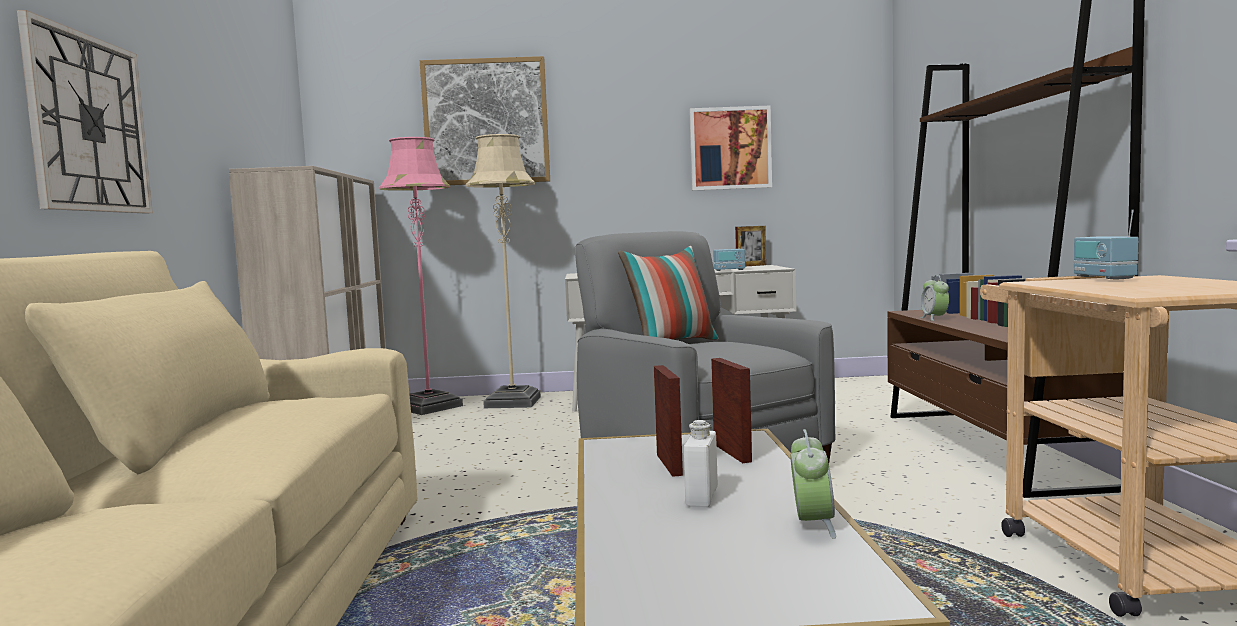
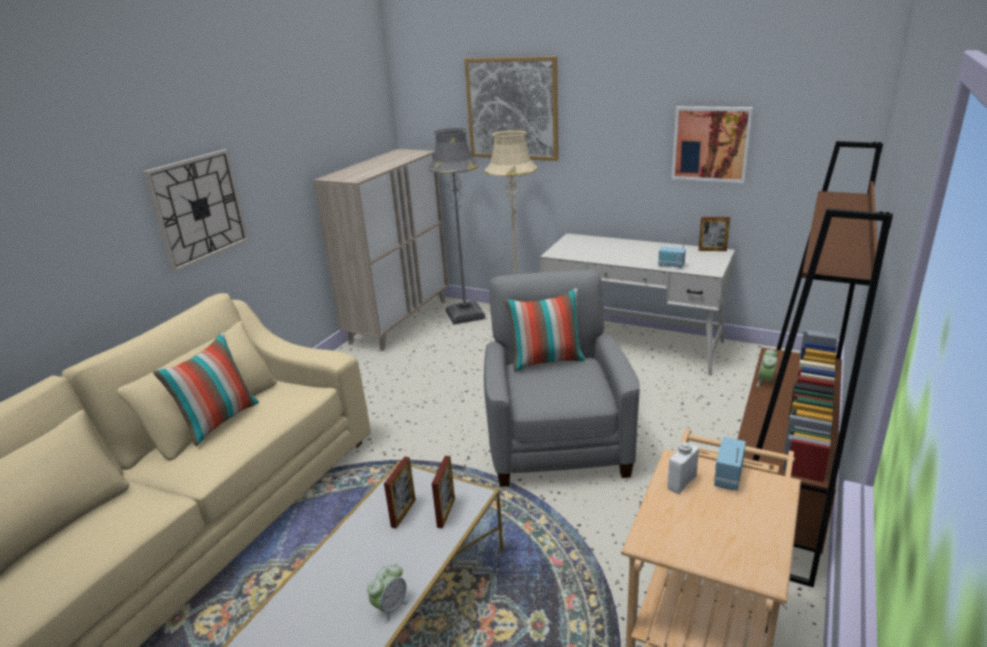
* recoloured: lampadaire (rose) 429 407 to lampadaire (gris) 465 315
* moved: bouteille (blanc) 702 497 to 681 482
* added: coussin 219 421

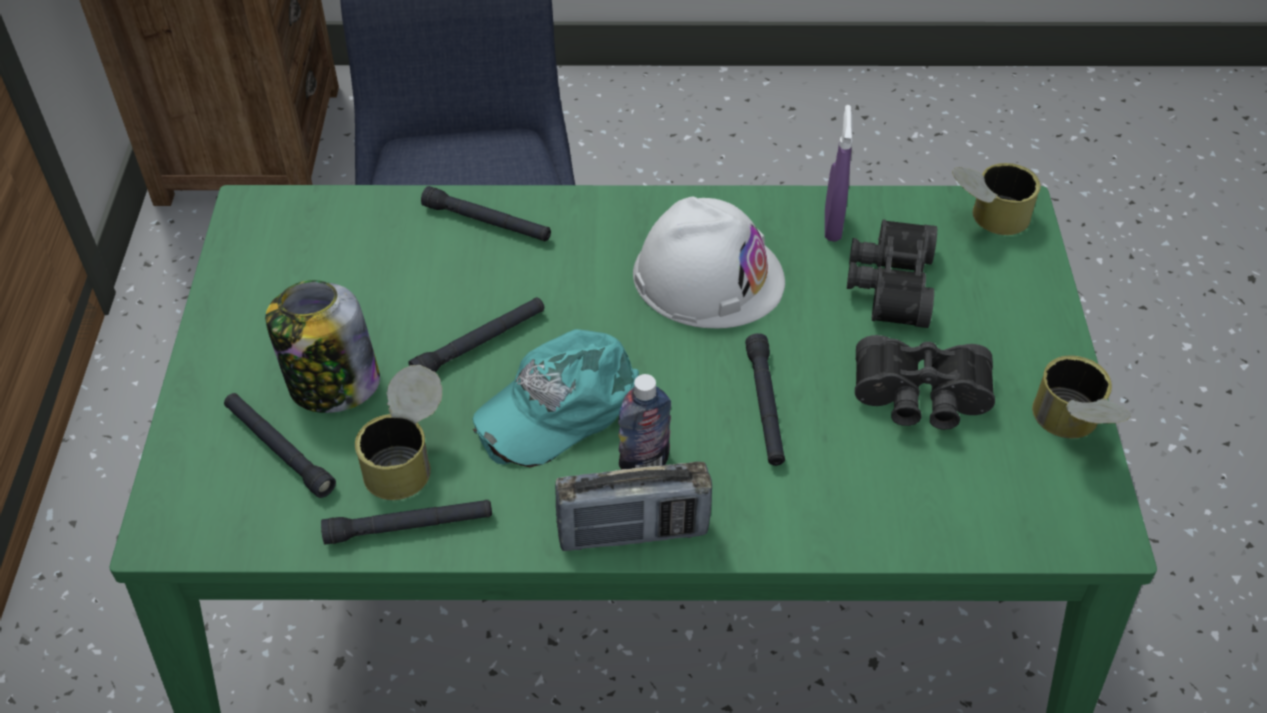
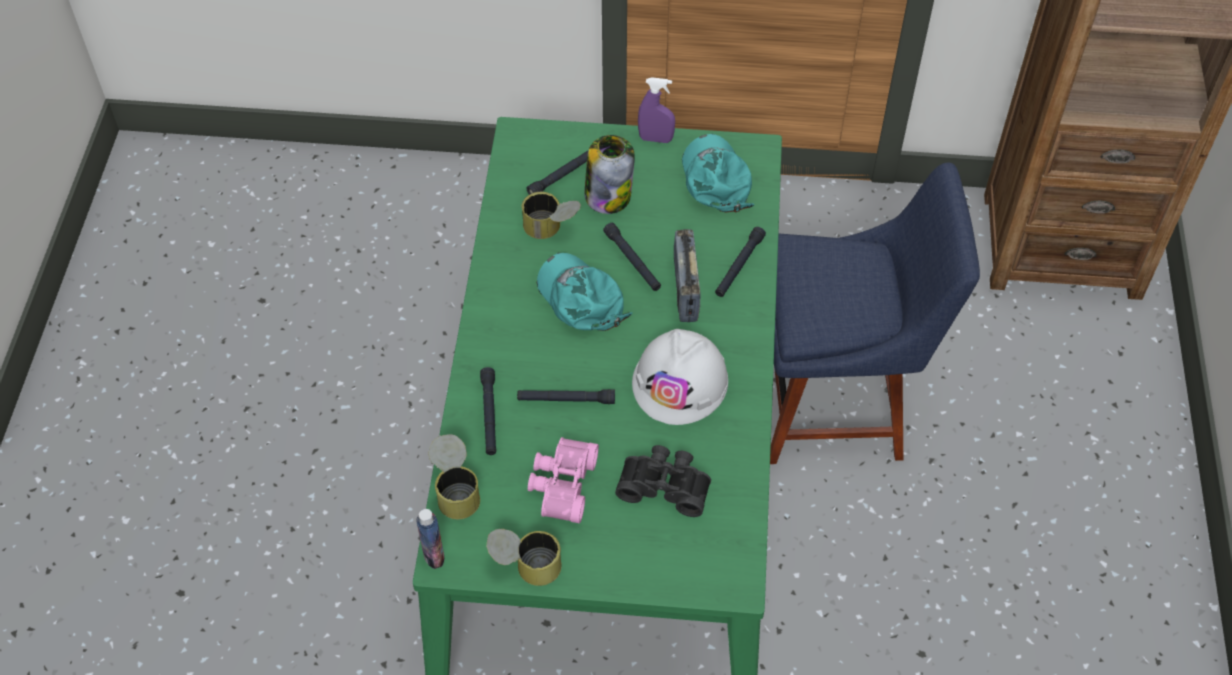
* moved: vaporisateur (violet) 832 225 to 656 139
* moved: boîte métallique 985 219 to 456 489
* recoloured: jumelles (noir) 920 399 to jumelles (rose) 561 485
* moved: bouteille 644 464 to 433 555
* moved: radio 633 532 to 685 290
* moved: lampe de poche (noir) 409 527 to 489 415
* added: casquette (turquoise) 716 178

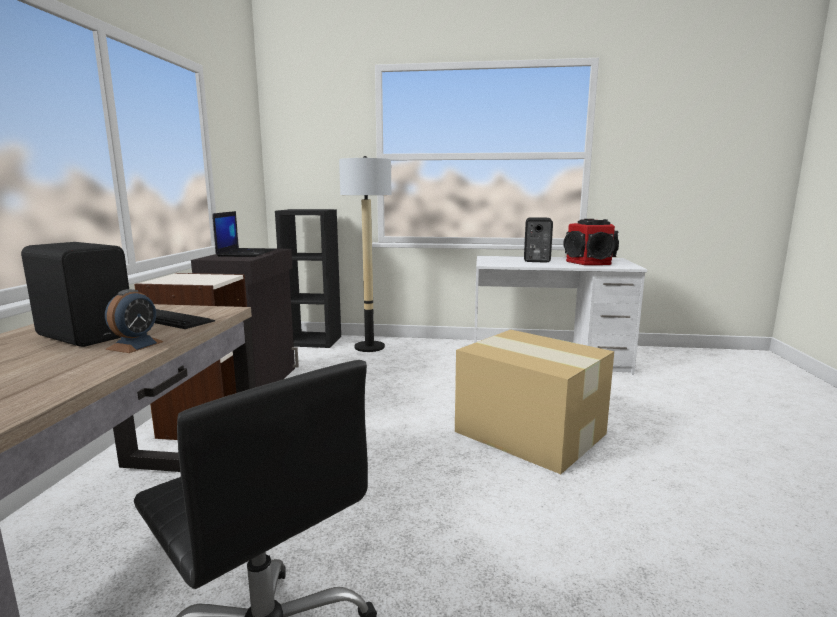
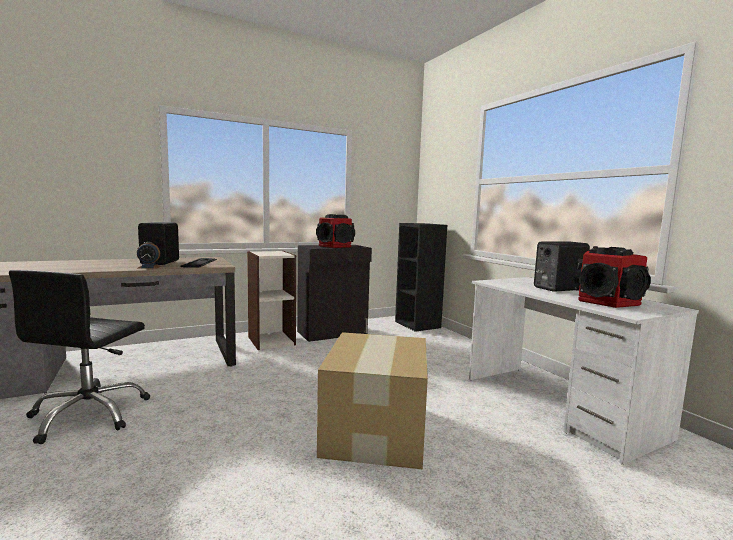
* removed: lampadaire 369 347
* replaced: ordinateur portable 245 253 to enceinte 335 246

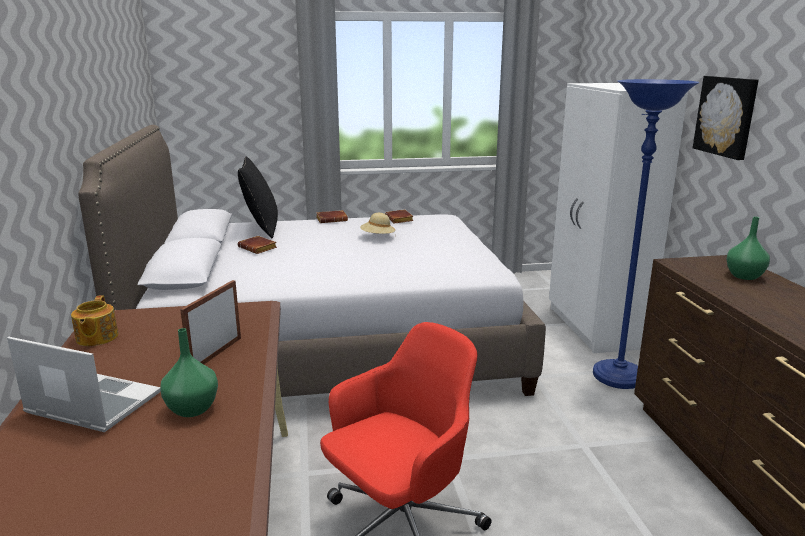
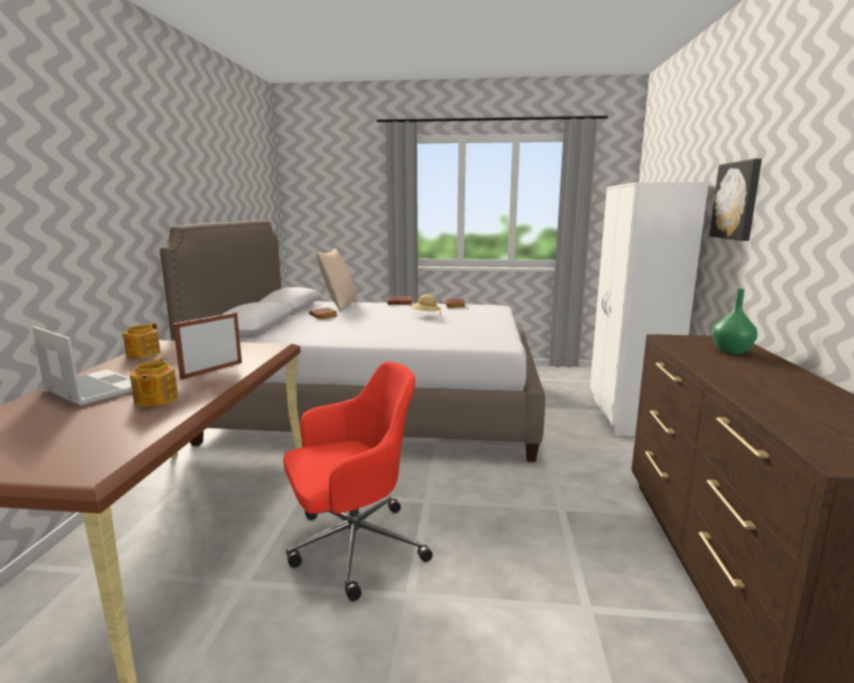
* removed: lampadaire (bleu) 618 377
* recoloured: coussin (noir) 261 228 to coussin (beige) 339 305
* replaced: vase (vert) 191 409 to théière 155 399

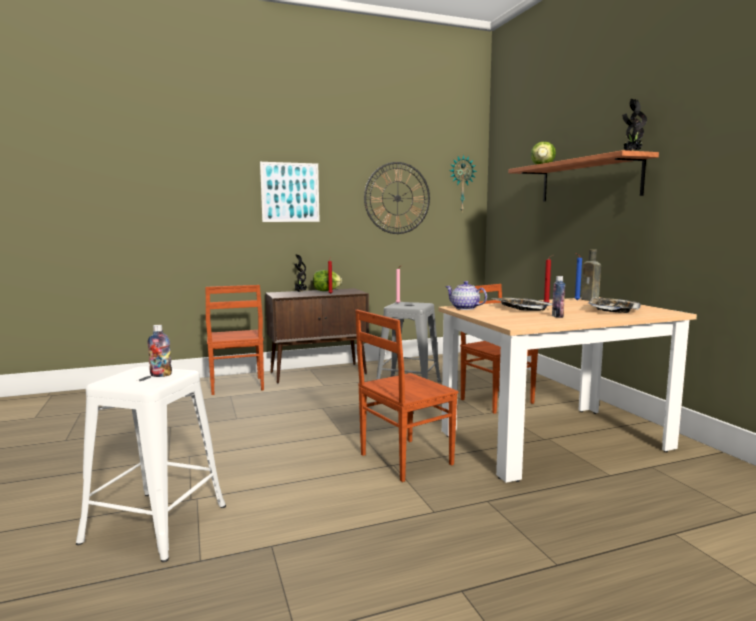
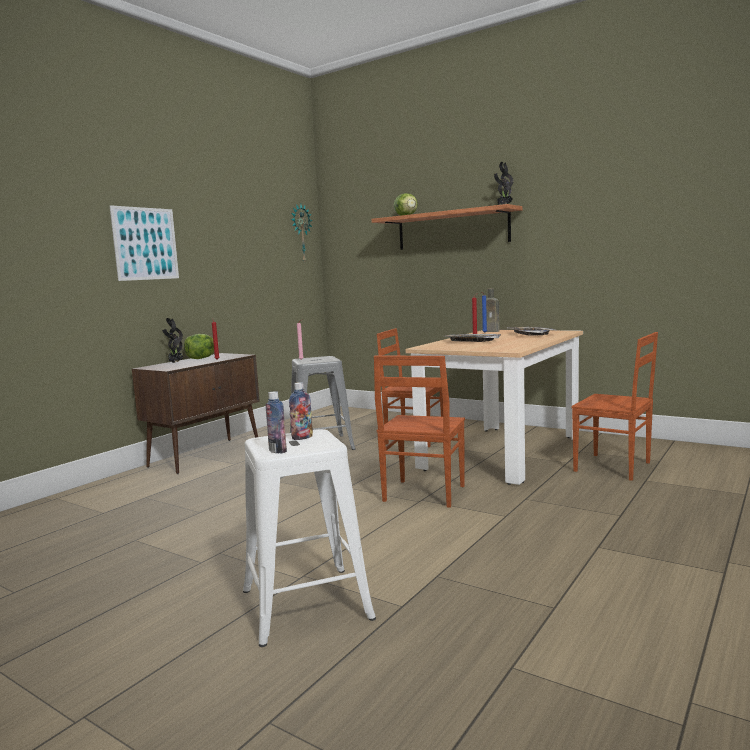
* removed: horloge murale 397 198
* moved: bouteille 557 316 to 277 451
* removed: théière 465 308
* moved: chaise (marron) 236 386 to 613 467

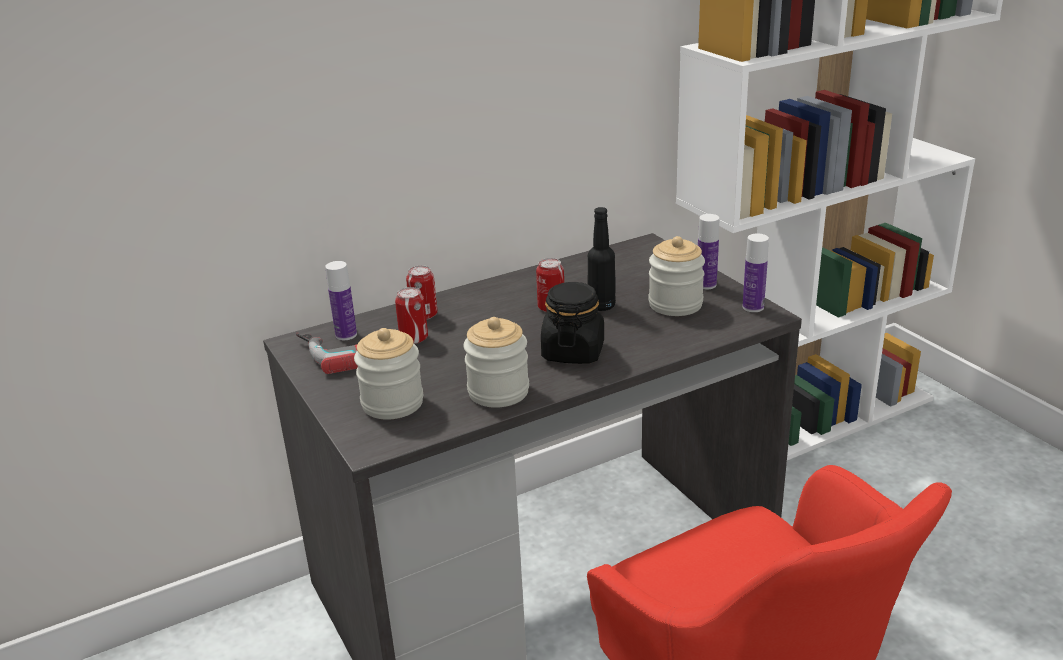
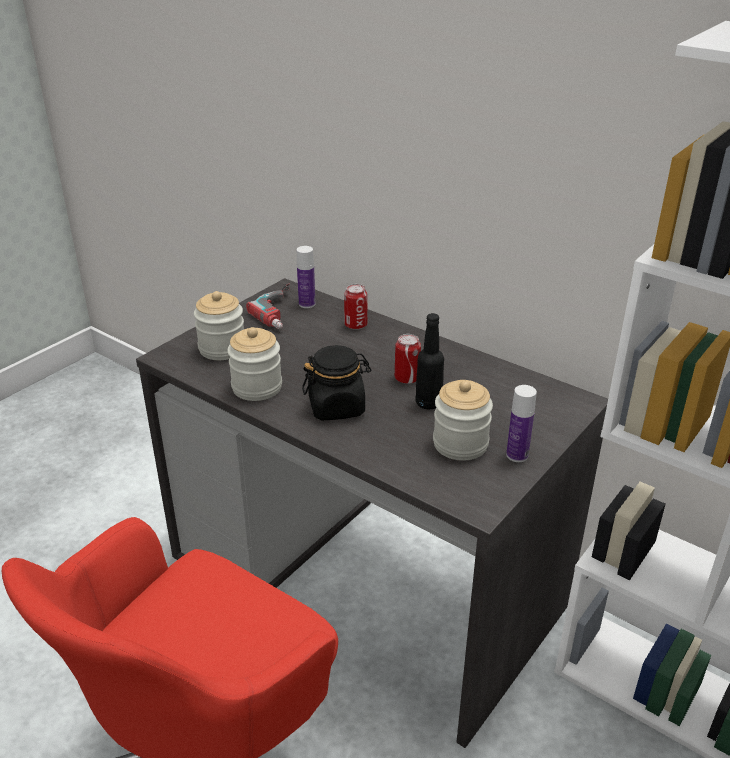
* removed: bouteille 753 307
* removed: boîte métallique 414 338

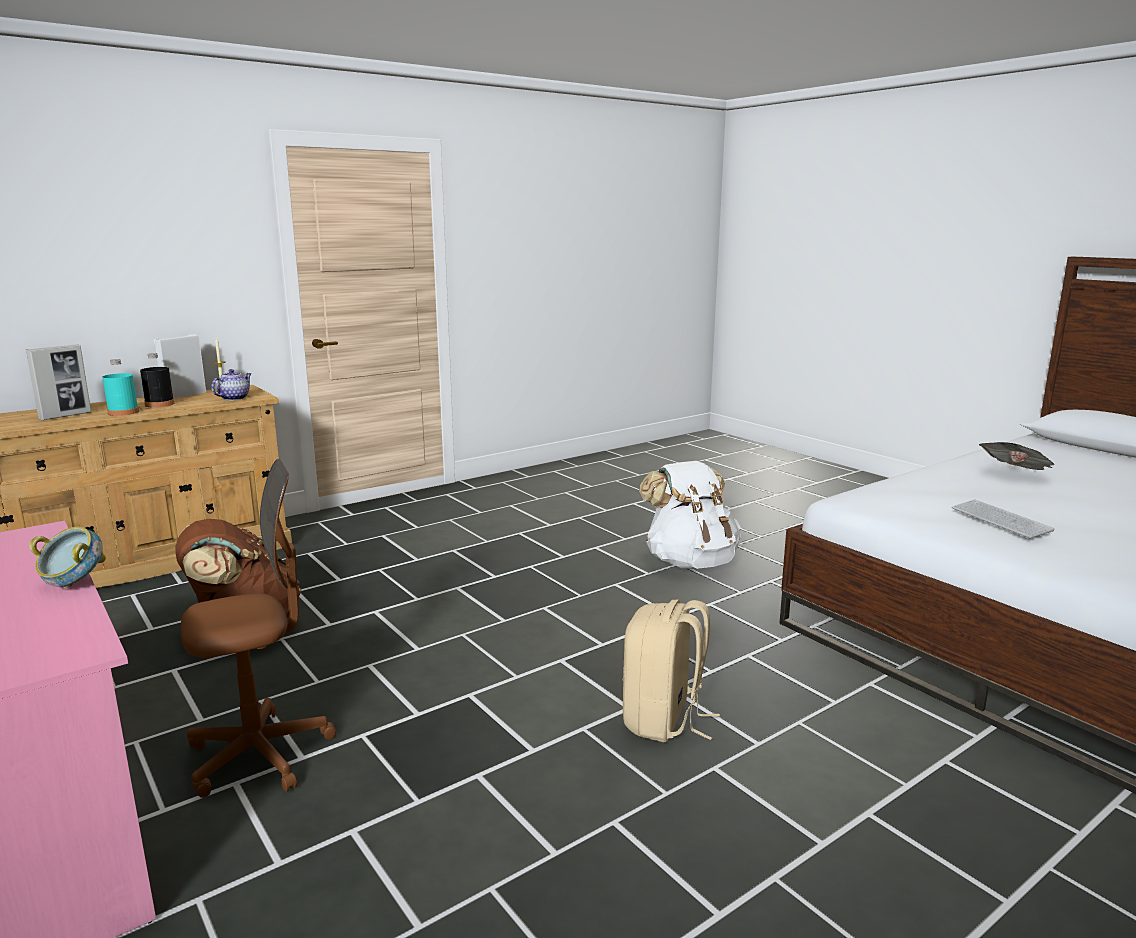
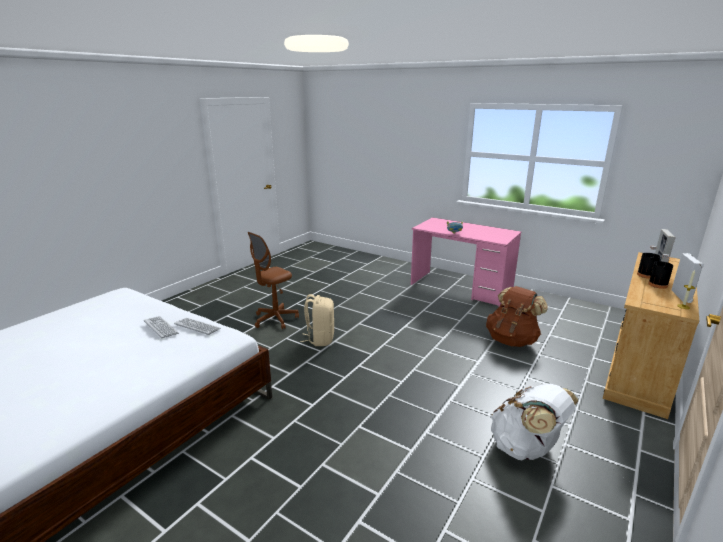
* recoloured: bouteille (turquoise) 123 412 to bouteille (noir) 646 275
* removed: théière 234 398
* removed: journal 1015 474
* moved: chaise de bureau (marron) 260 755 to 275 319
* moved: sac à dos (blanc) 690 562 to 526 448
* added: clavier 197 326

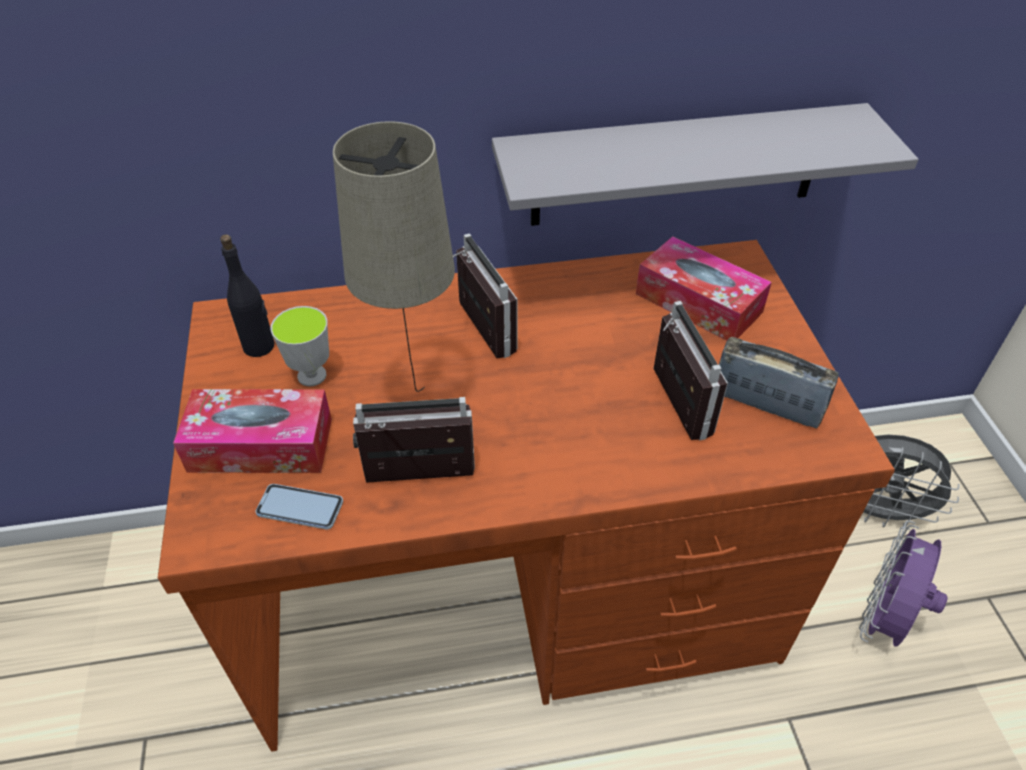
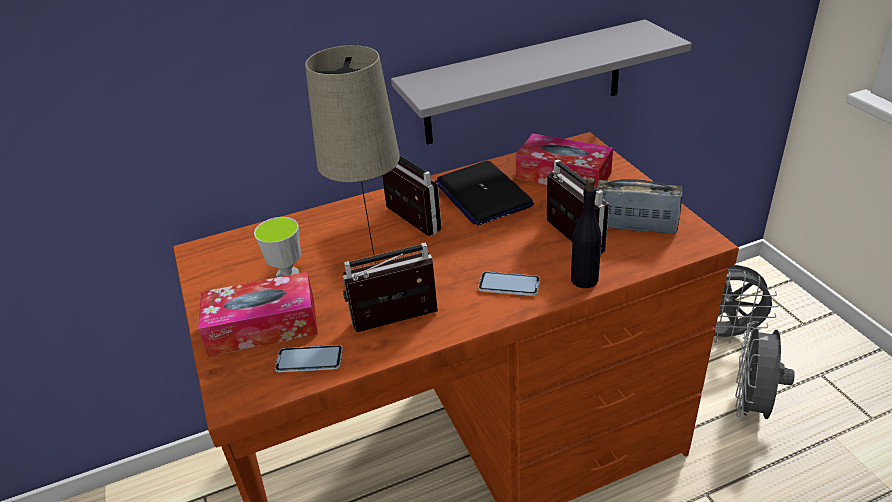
* moved: bouteille (noir) 259 346 to 584 279
* recoloured: ventilateur (violet) 883 619 to ventilateur (gris) 752 406
* added: ordinateur portable 482 194
* added: téléphone 509 285

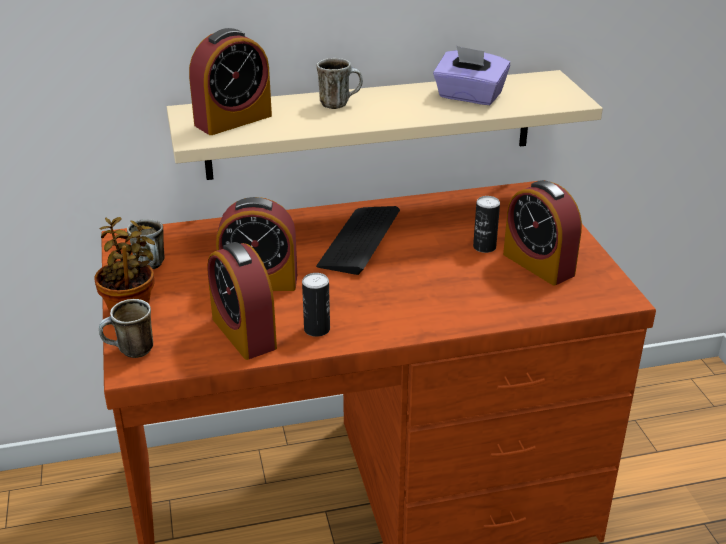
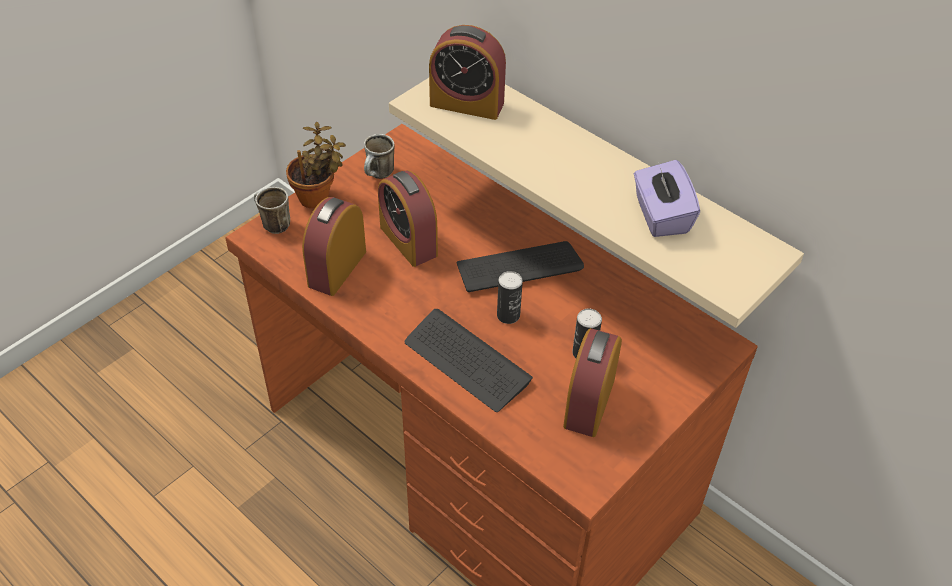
* removed: mug 339 103
* moved: boîte métallique 317 329 to 508 315
* added: clavier 466 361

